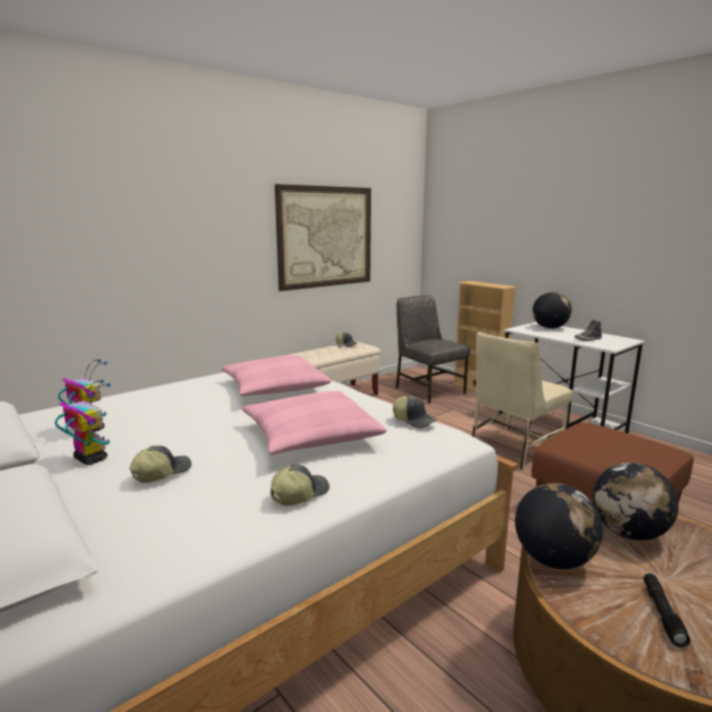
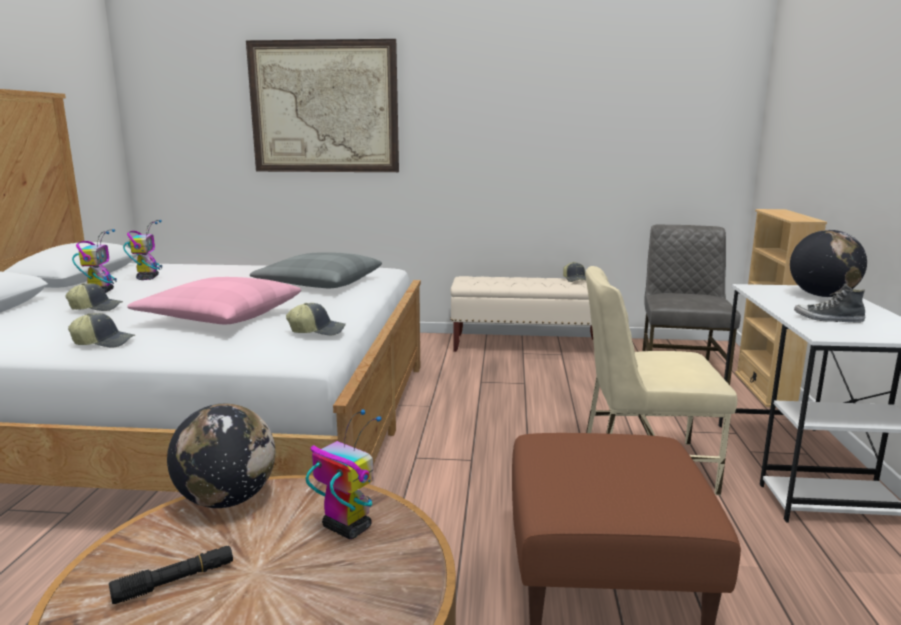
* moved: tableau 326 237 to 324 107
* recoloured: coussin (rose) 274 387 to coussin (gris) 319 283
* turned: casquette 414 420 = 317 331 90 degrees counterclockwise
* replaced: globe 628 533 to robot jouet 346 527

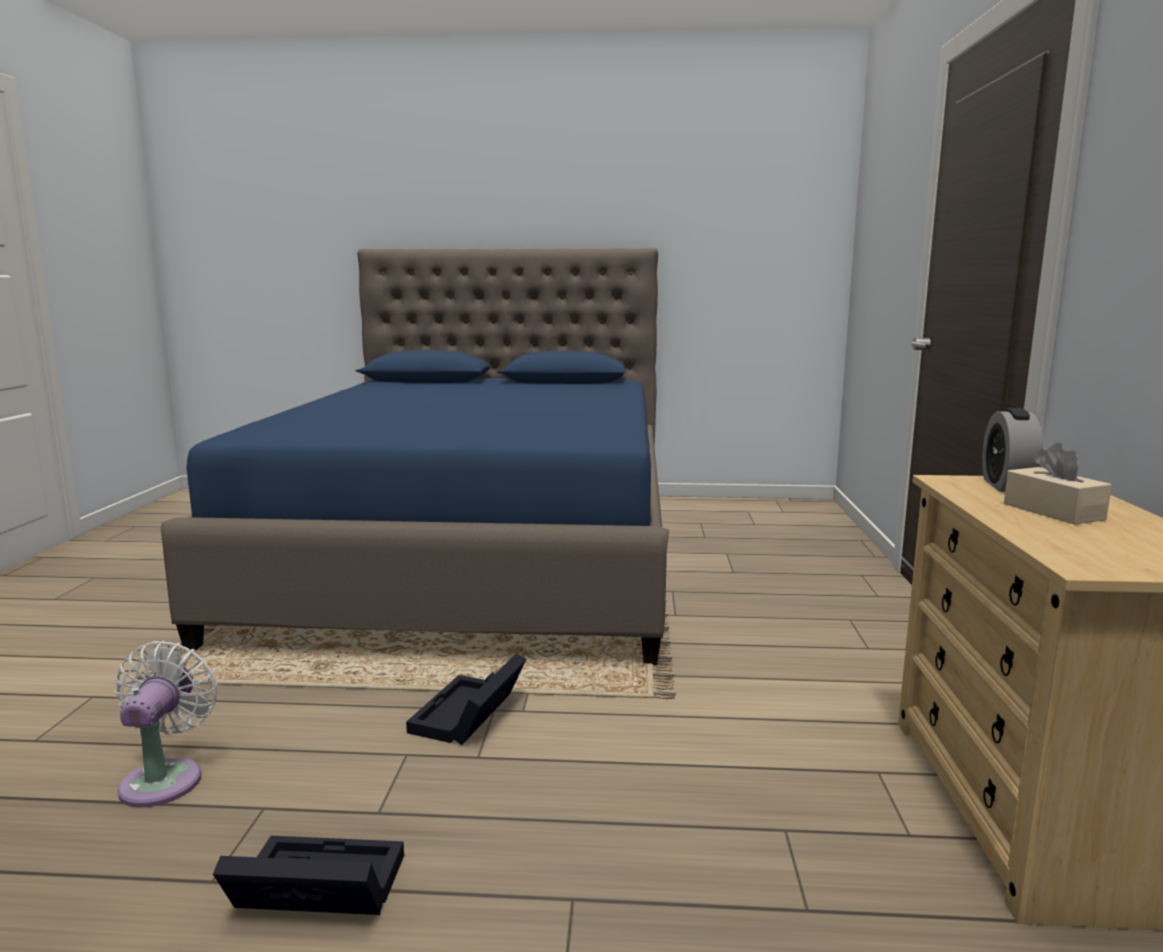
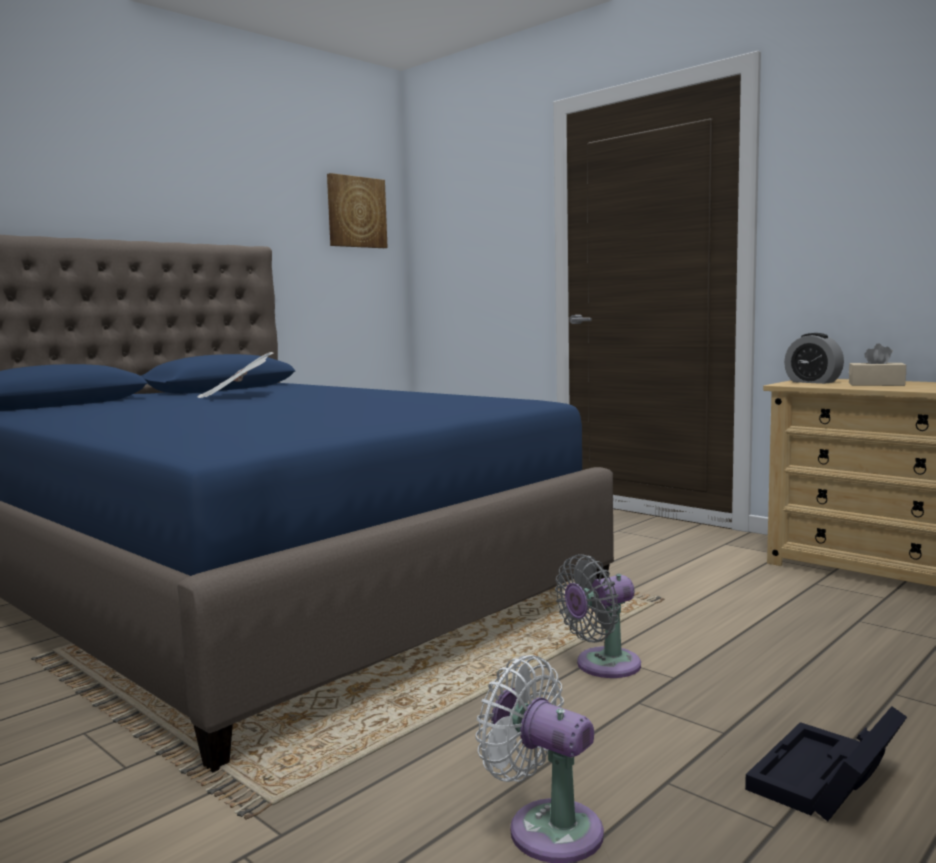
* replaced: boîte de rangement (noir) 468 717 to ventilateur (gris) 602 666
* added: tableau 356 212
* added: journal 235 396

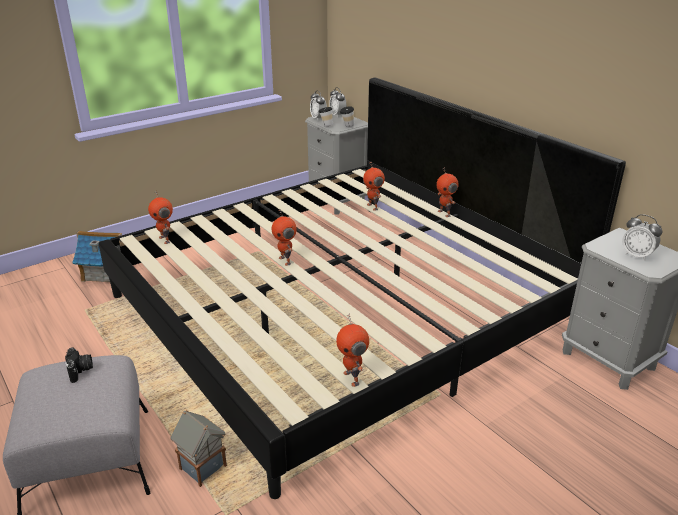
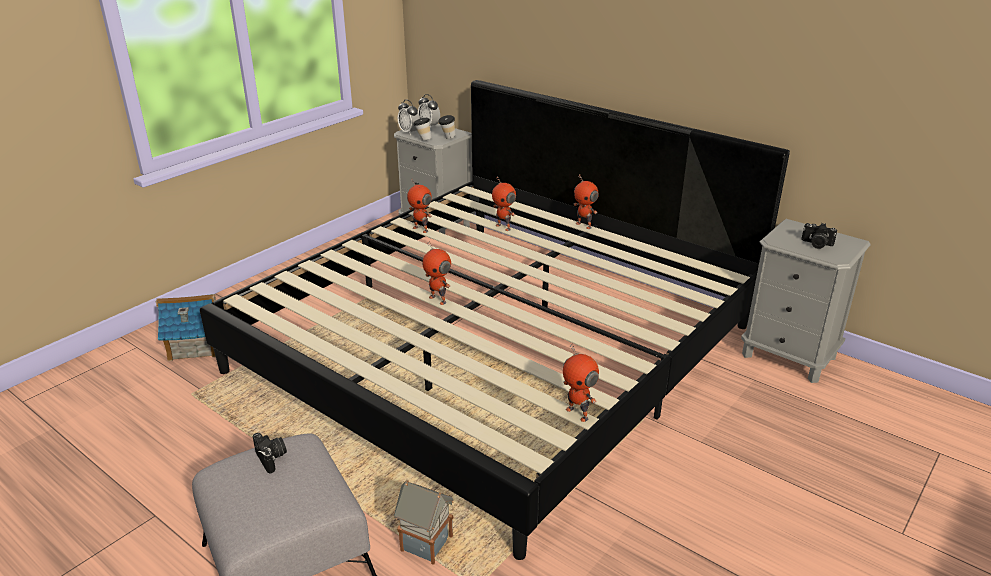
* moved: robot jouet 165 239 to 421 229
* replaced: réveil 637 255 to appareil photo 816 244

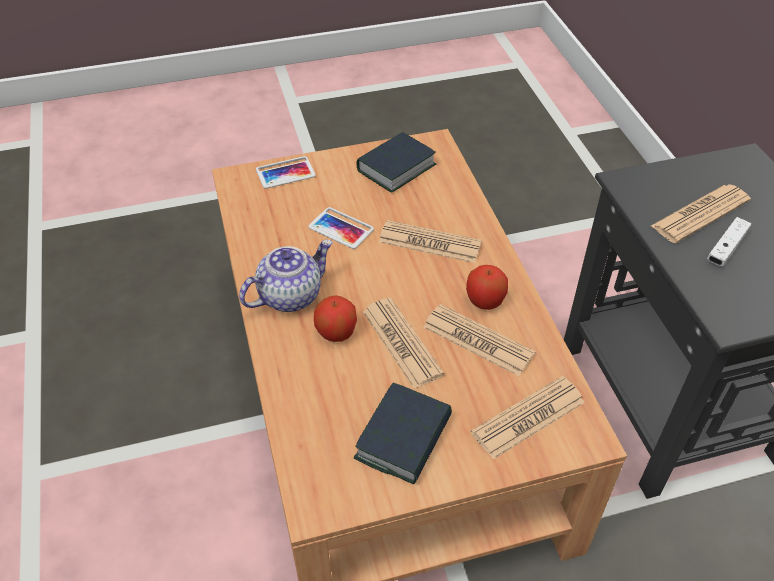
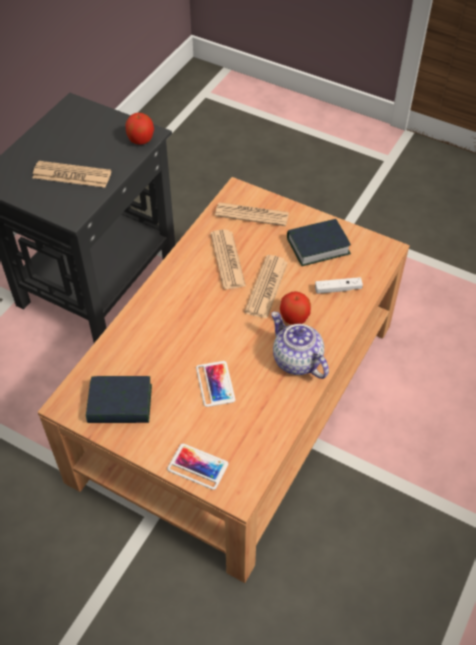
* moved: manette (blanc) 726 248 to 338 289
* removed: journal 429 242
* turned: théière 290 295 = 296 360 45 degrees clockwise
* moved: pomme 485 301 to 141 140

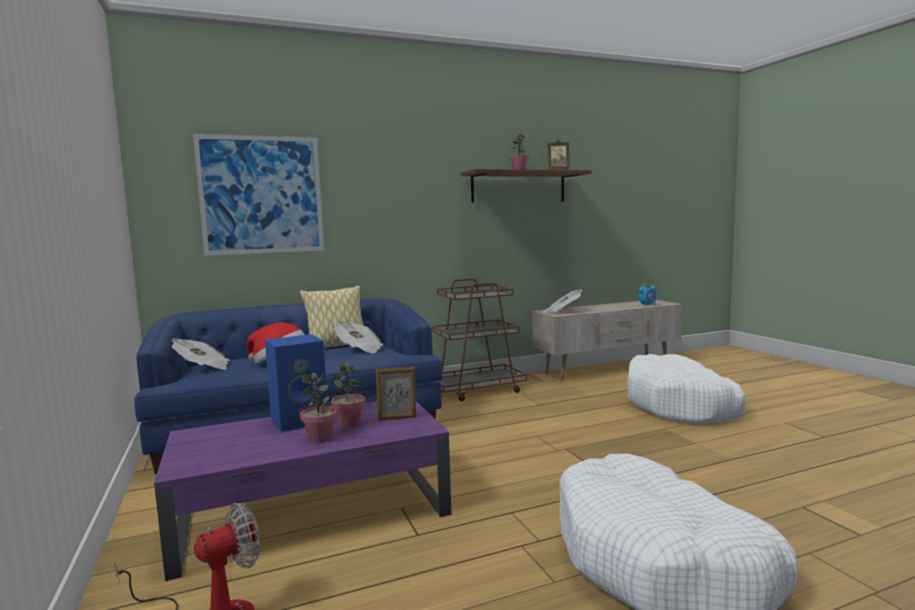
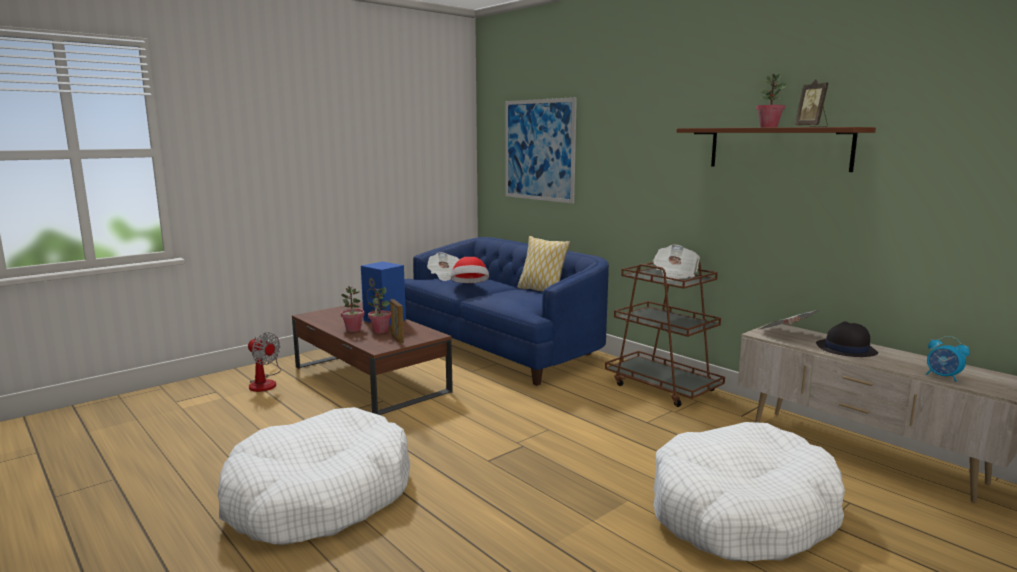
* moved: journal 359 349 to 675 275
* recoloured: table basse (violet) 314 512 to table basse (marron) 370 379
* added: chapeau (noir) 845 349

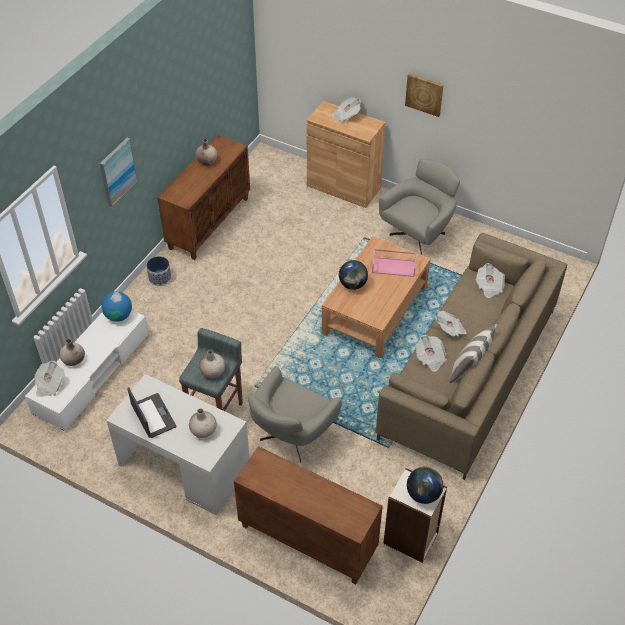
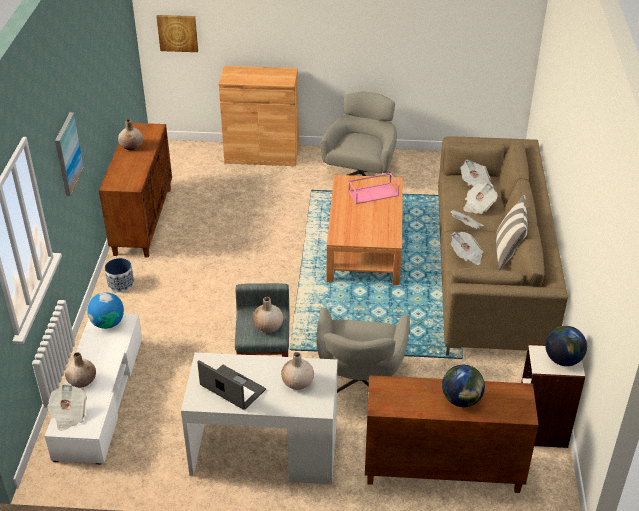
* moved: tableau 424 94 to 177 33
* moved: journal 346 115 to 478 206
* moved: globe 352 284 to 461 400

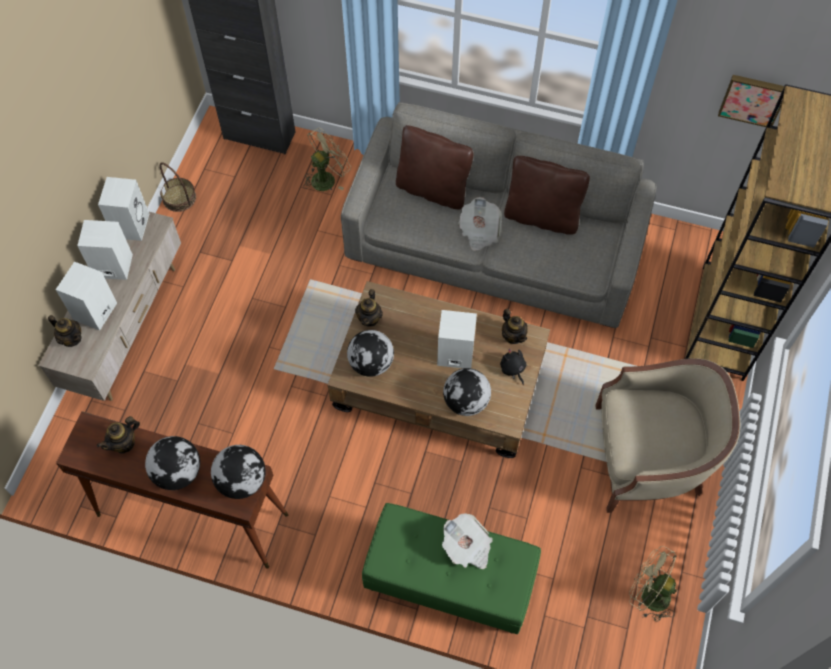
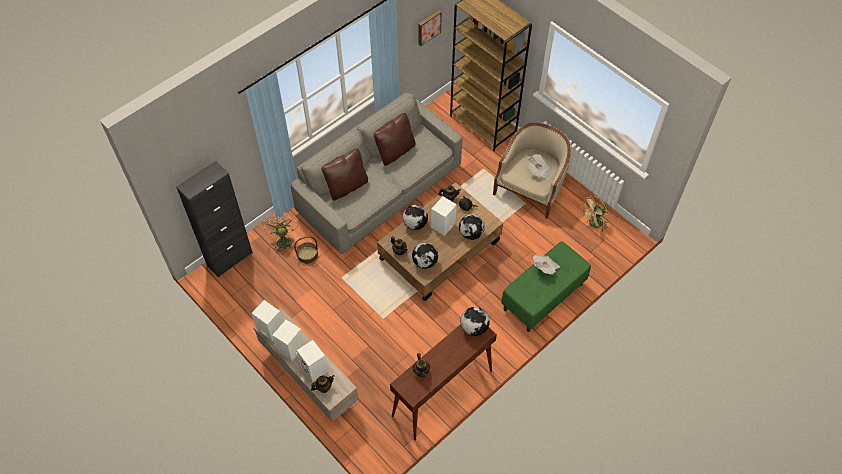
* moved: panier 179 198 to 307 254
* moved: journal 479 231 to 539 171
* moved: globe 178 471 to 415 224

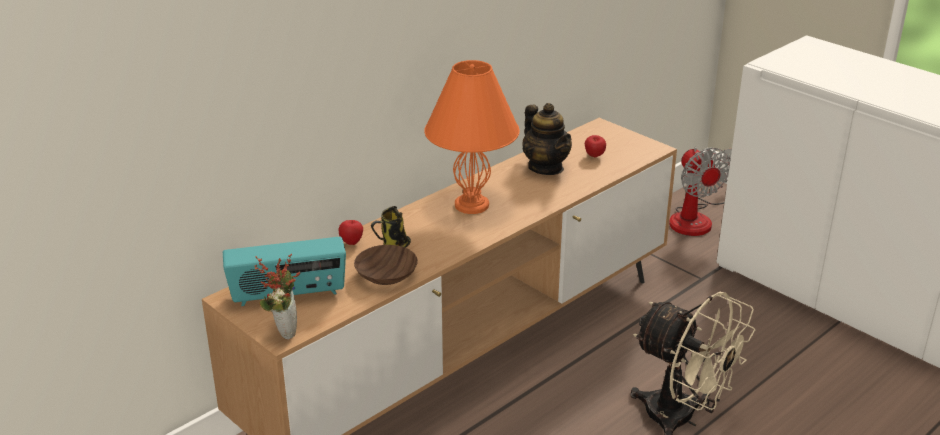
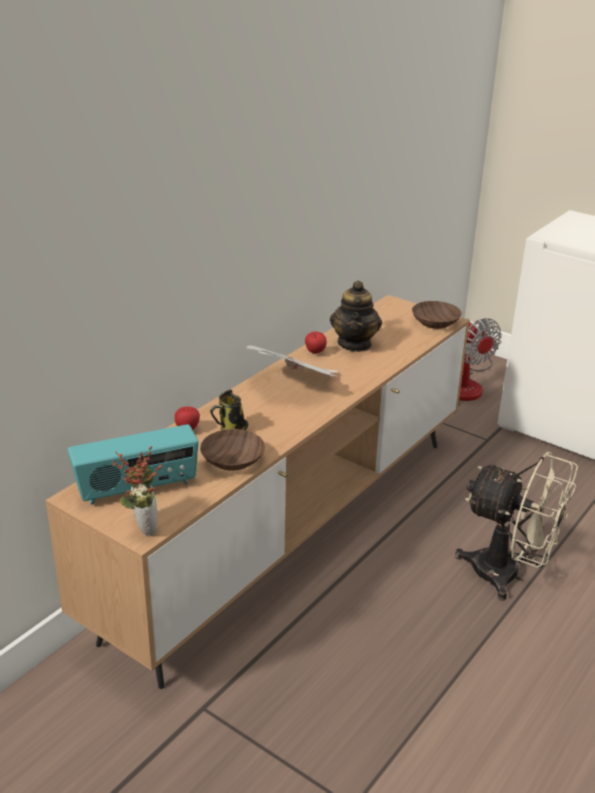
* replaced: lampe de table (orange) 472 205 to journal 296 384
* turned: théière 546 167 = 355 344 45 degrees clockwise
* moved: pomme 594 156 to 315 353
* added: bol (marron) 434 322

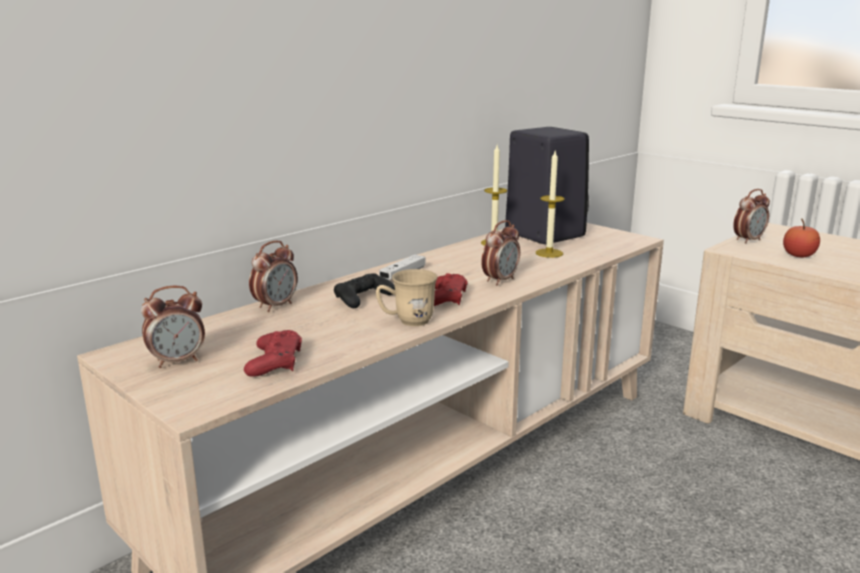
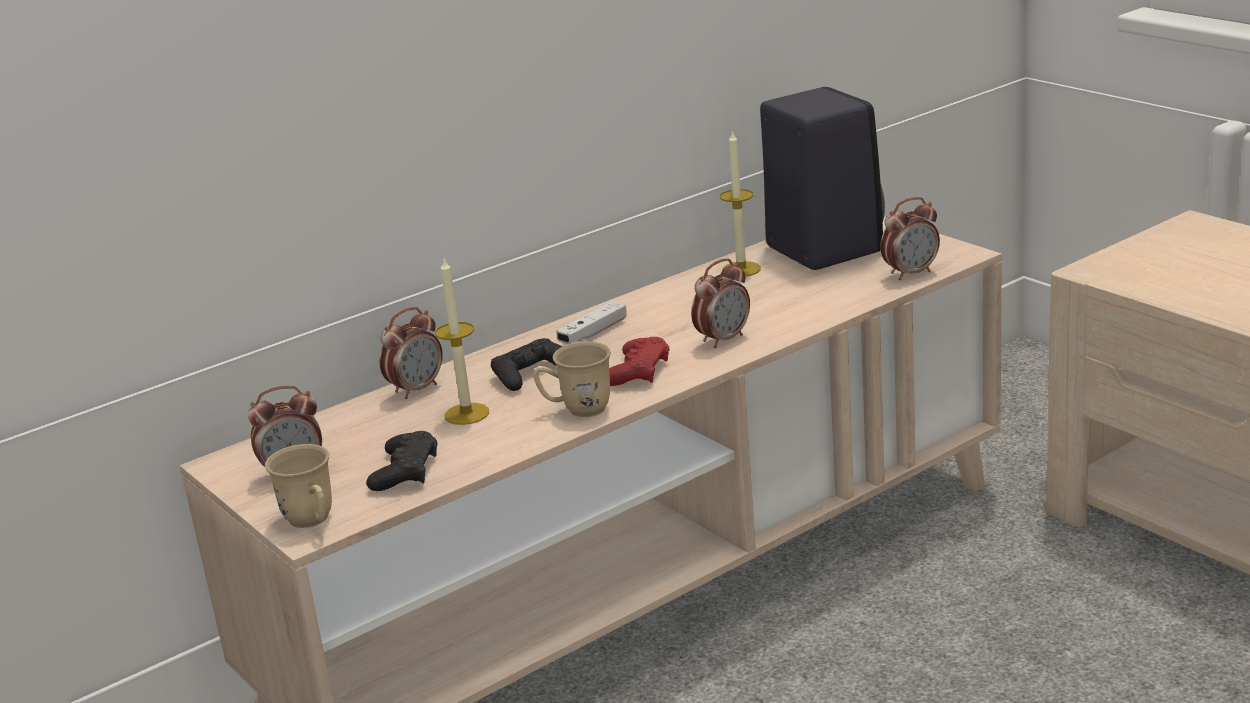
* moved: bougie 549 253 to 466 414
* moved: réveil 748 240 to 911 273
* removed: pomme 799 255
* recoloured: manette (rouge) 275 362 to manette (noir) 405 471
* added: mug (beige) 313 522

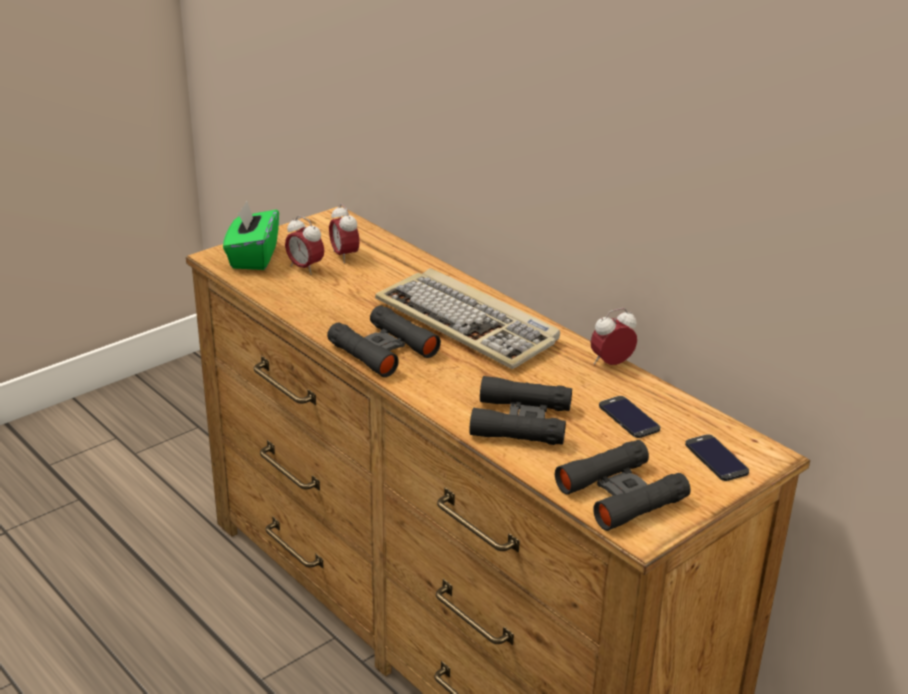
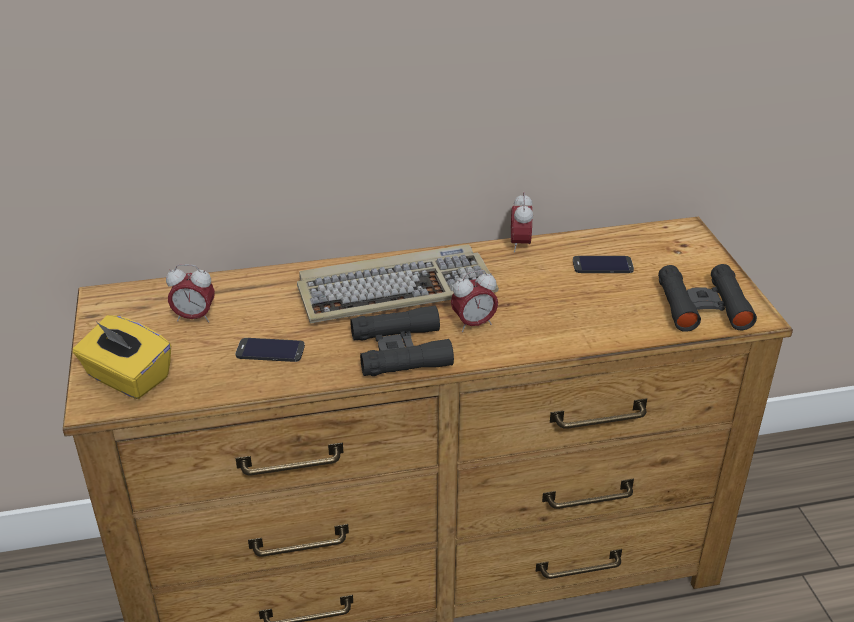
* recoloured: boîte à mouchoirs (vert) 253 257 to boîte à mouchoirs (jaune) 127 378
* moved: réveil 305 268 to 473 324
* removed: jumelles (noir) 521 421
* moved: téléphone 716 458 to 270 350

